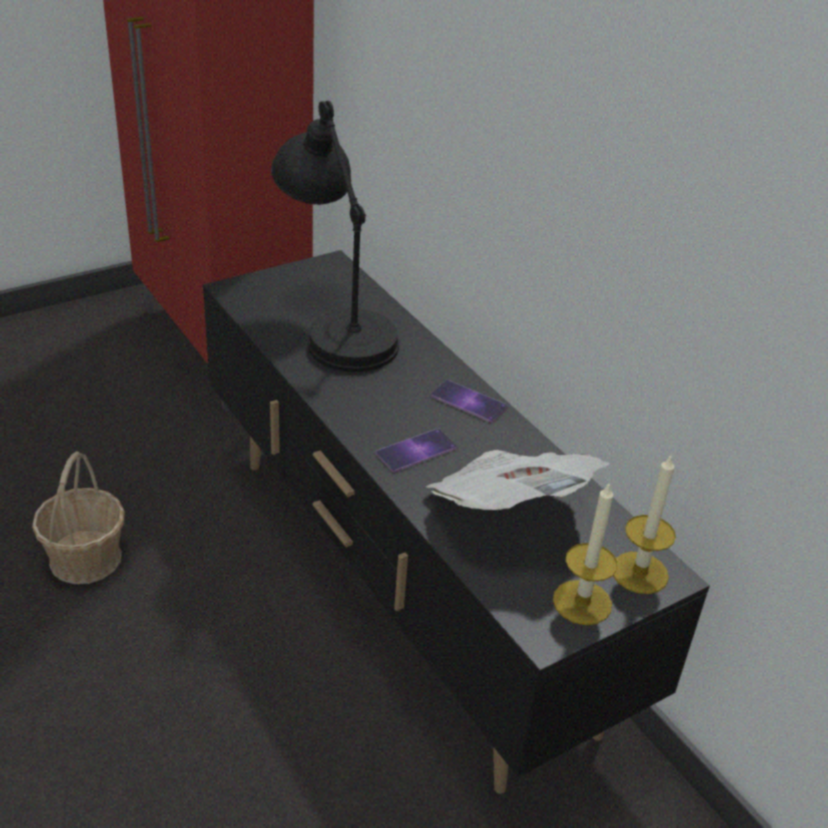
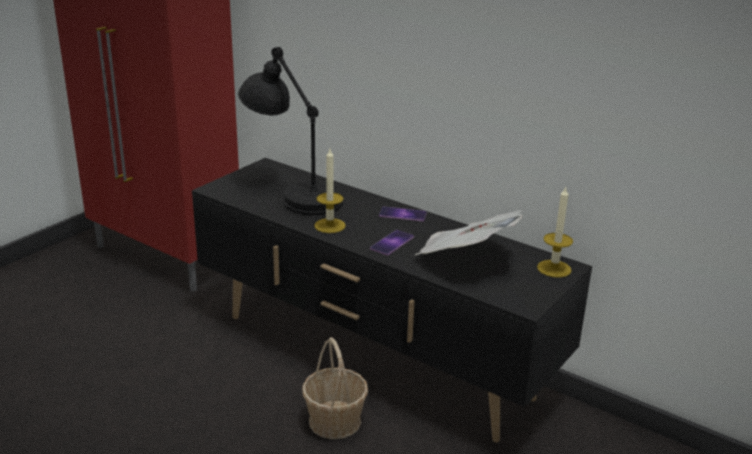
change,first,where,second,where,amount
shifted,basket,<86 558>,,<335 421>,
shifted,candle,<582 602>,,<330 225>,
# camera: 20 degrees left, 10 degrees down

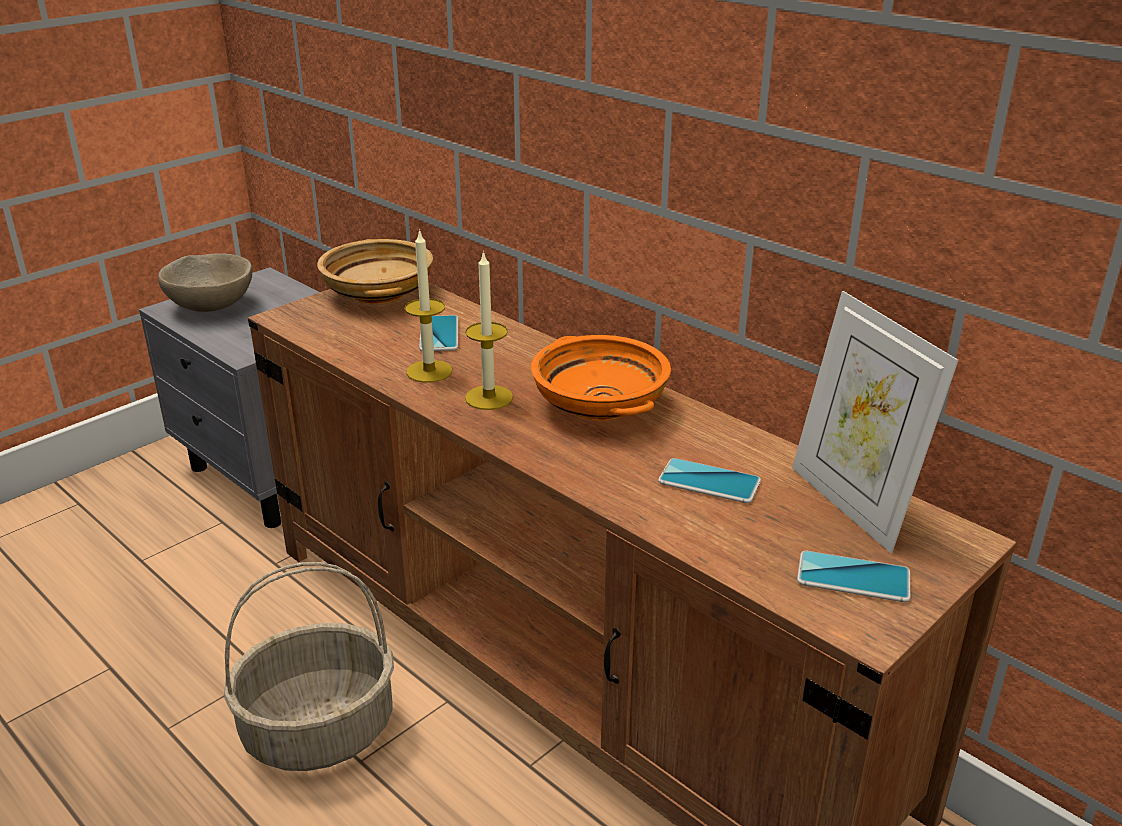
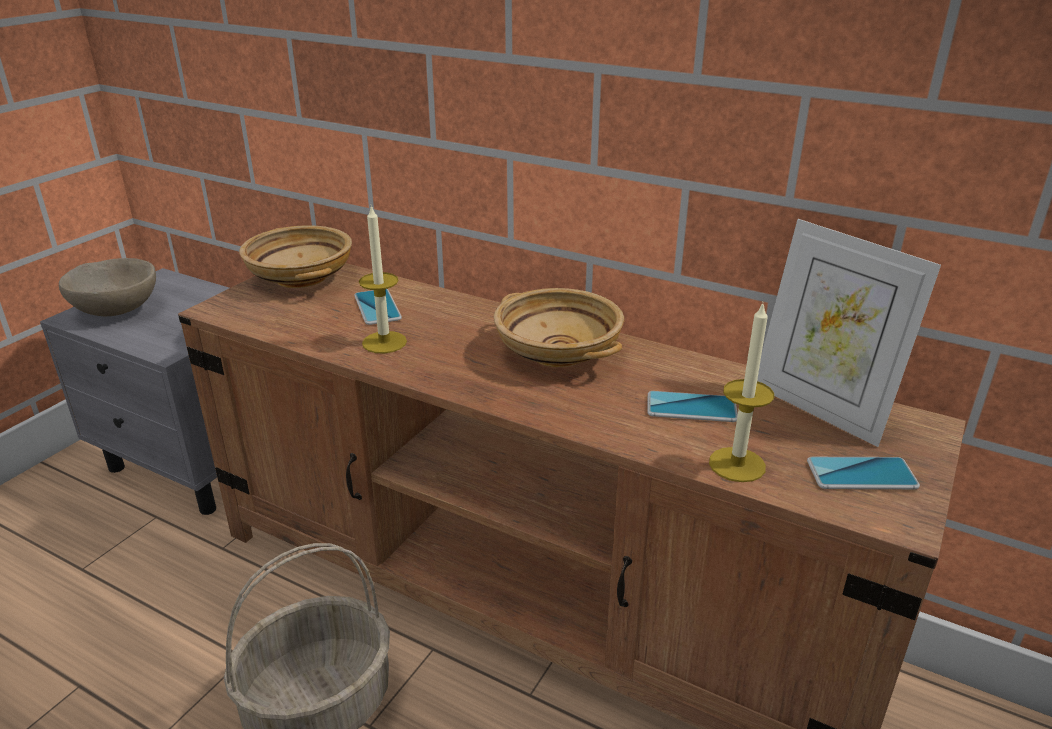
change,first,where,second,where,amount
shifted,candle,<489 397>,,<737 464>,
repainted,orange bowl,<598 404>,beige bowl,<556 352>,
# camera: 15 degrees left, 0 degrees up

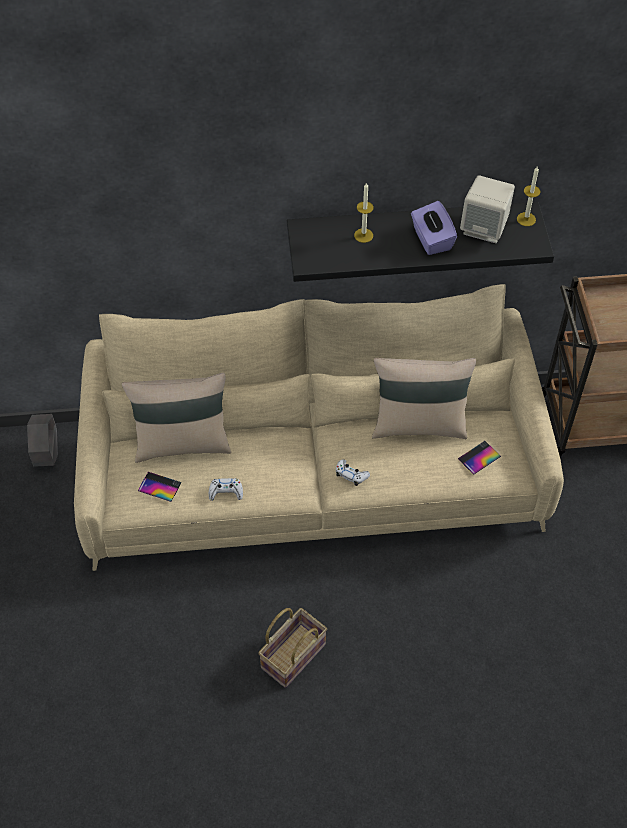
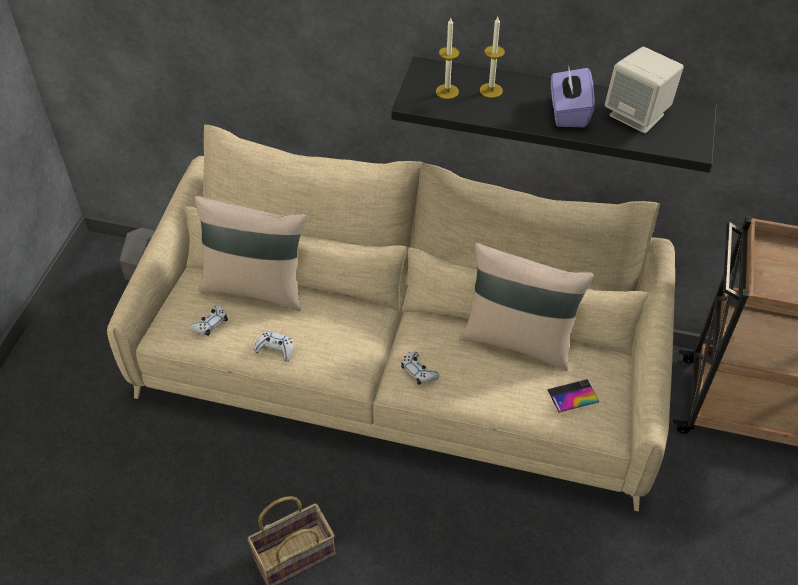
change,first,where,second,where,amount
shifted,candle,<526 219>,,<447 91>,
swapped,phone,<159 487>,white game controller,<210 323>,
# camera: 20 degrees right, 5 degrees down

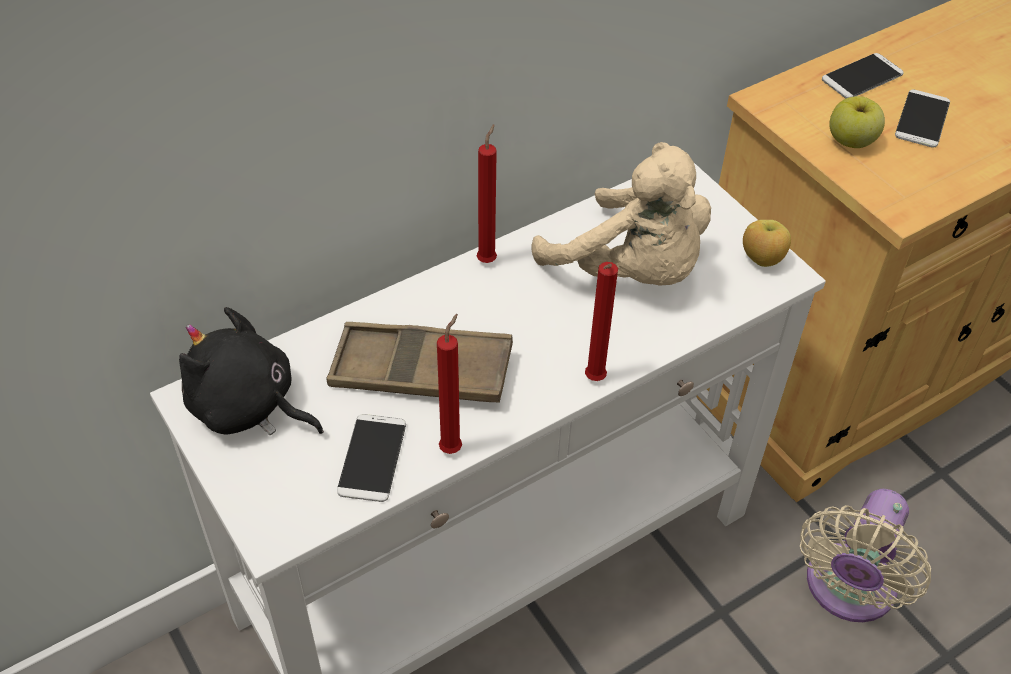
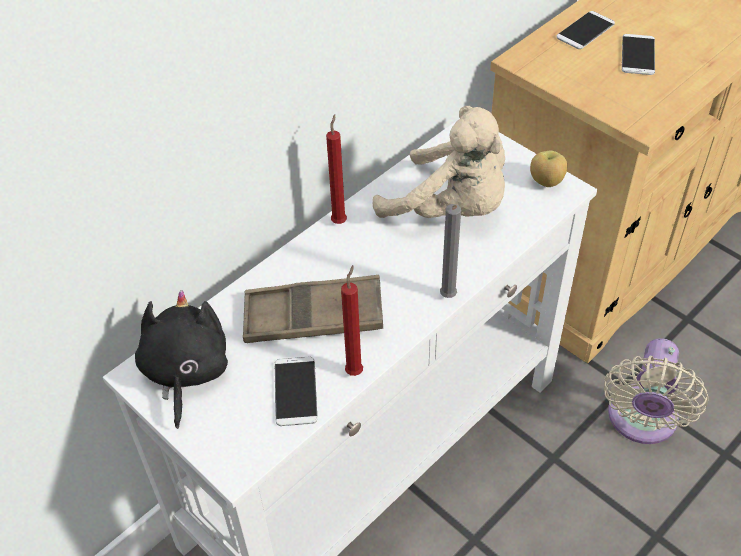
change,first,where,second,where,amount
gone,apple,<851 141>,,,
repainted,red candle,<593 381>,grey candle,<447 298>,
rotated,black plush toy,<248 407>,,<185 372>,75 degrees clockwise
# camera: 10 degrees left, 0 degrees up

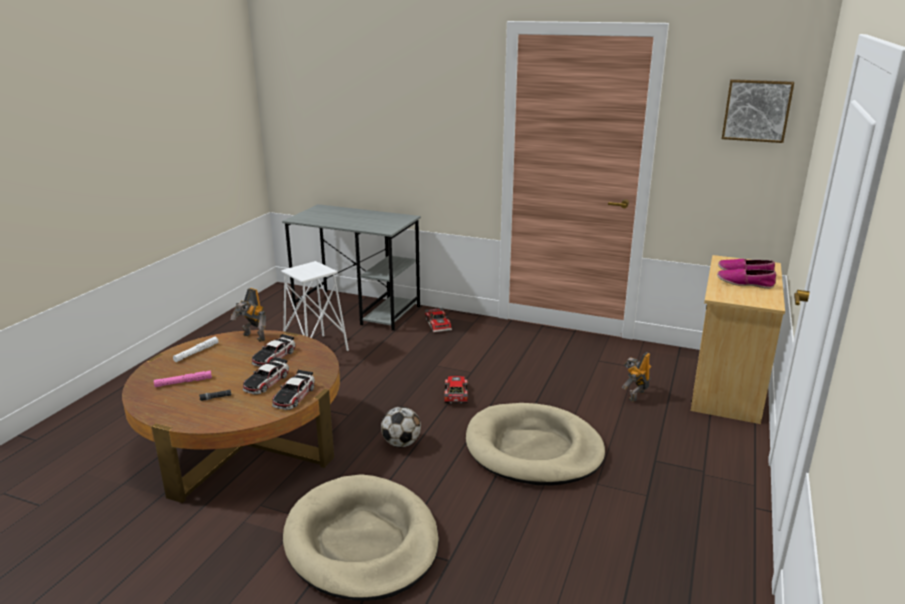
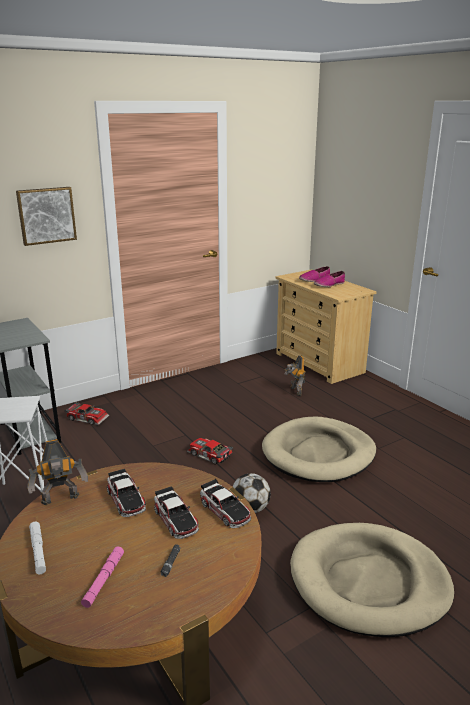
change,first,where,second,where,amount
shifted,picture,<756 110>,,<46 215>,
# camera: 55 degrees left, 0 degrees up

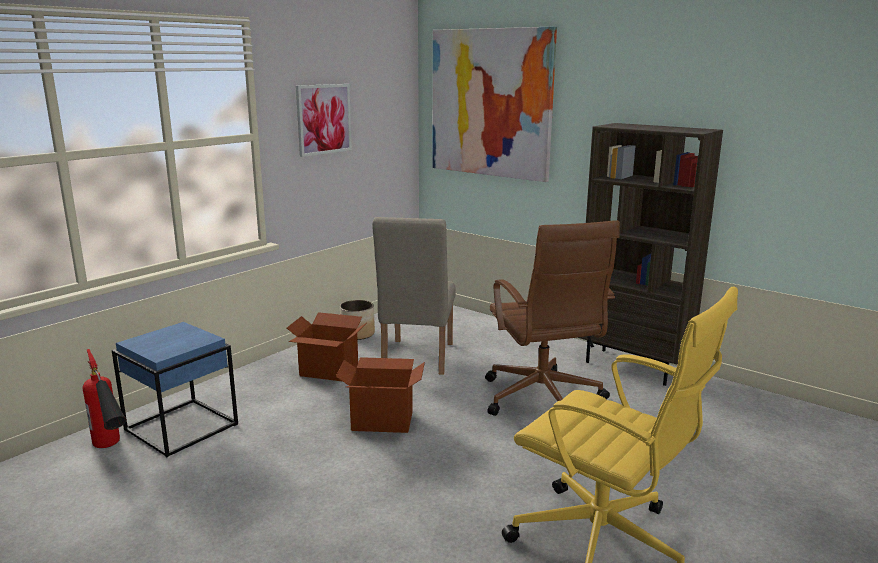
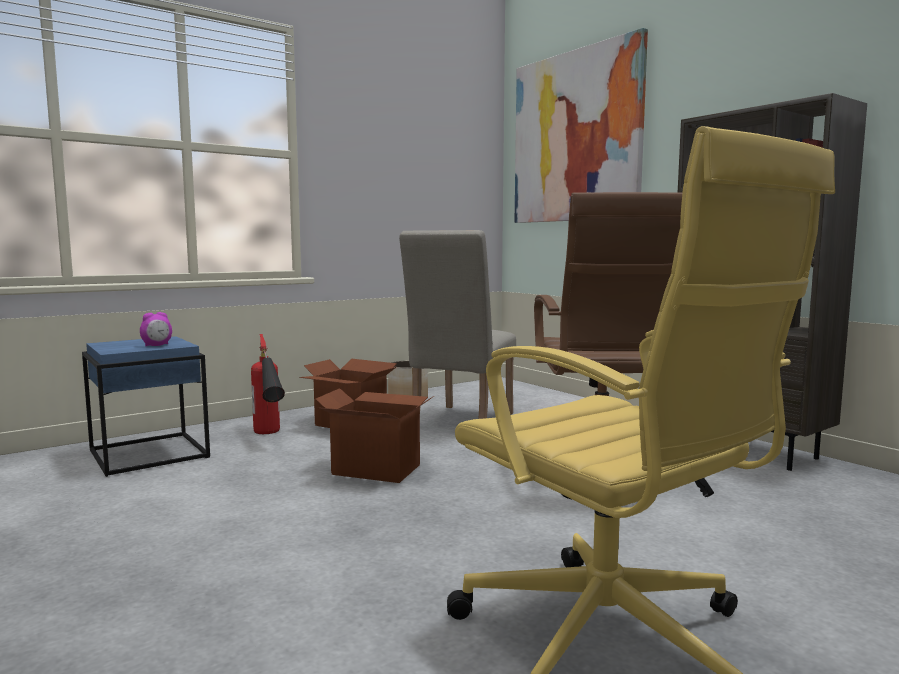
change,first,where,second,where,amount
gone,picture,<323 119>,,,
new,,,alarm clock,<157 345>,
shifted,fire extinguisher,<112 452>,,<270 437>,
# camera: 15 degrees right, 10 degrees down

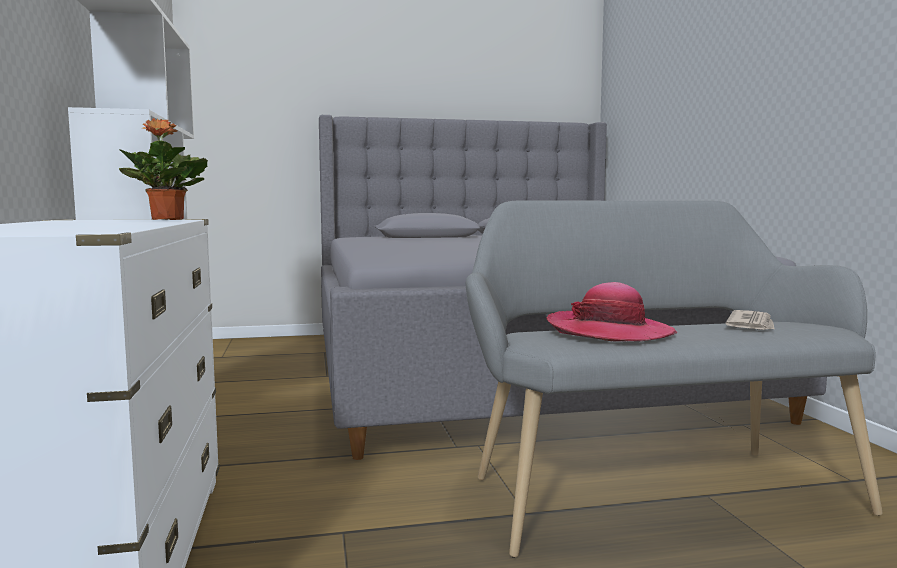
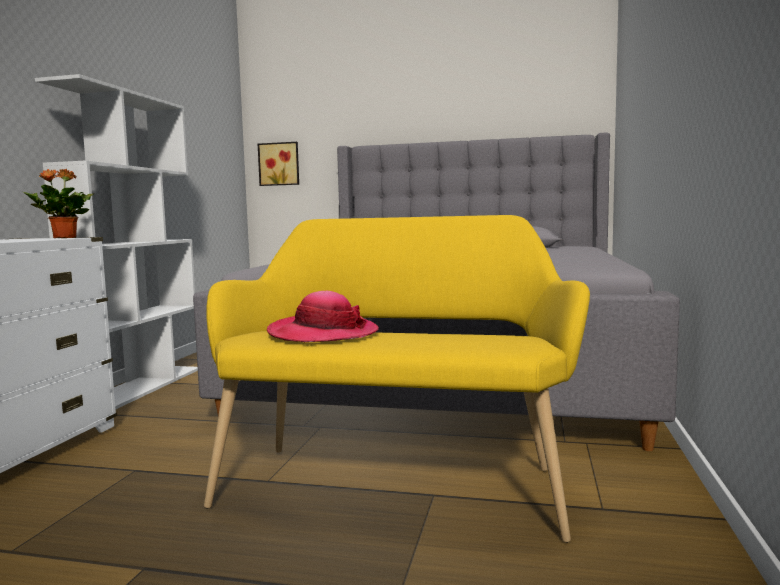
change,first,where,second,where,amount
gone,newspaper,<752 324>,,,
new,,,picture,<279 164>,
repainted,grey bench,<652 489>,yellow bench,<395 482>,
# camera: 25 degrees right, 0 degrees up

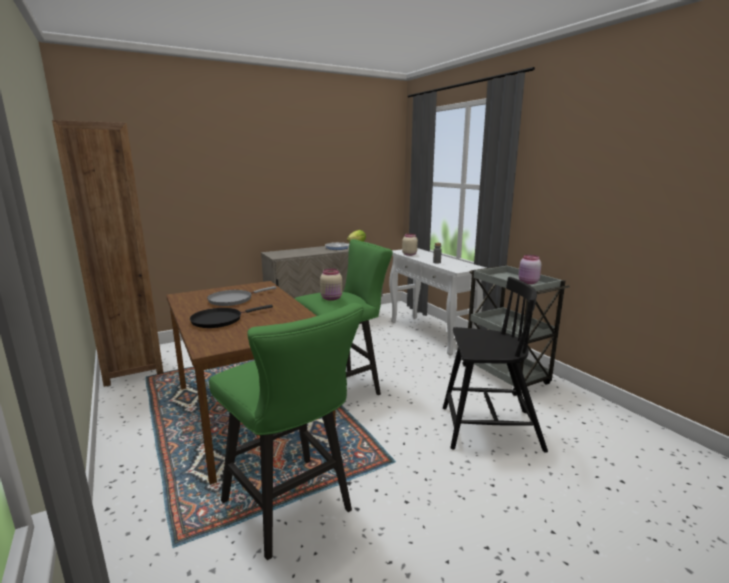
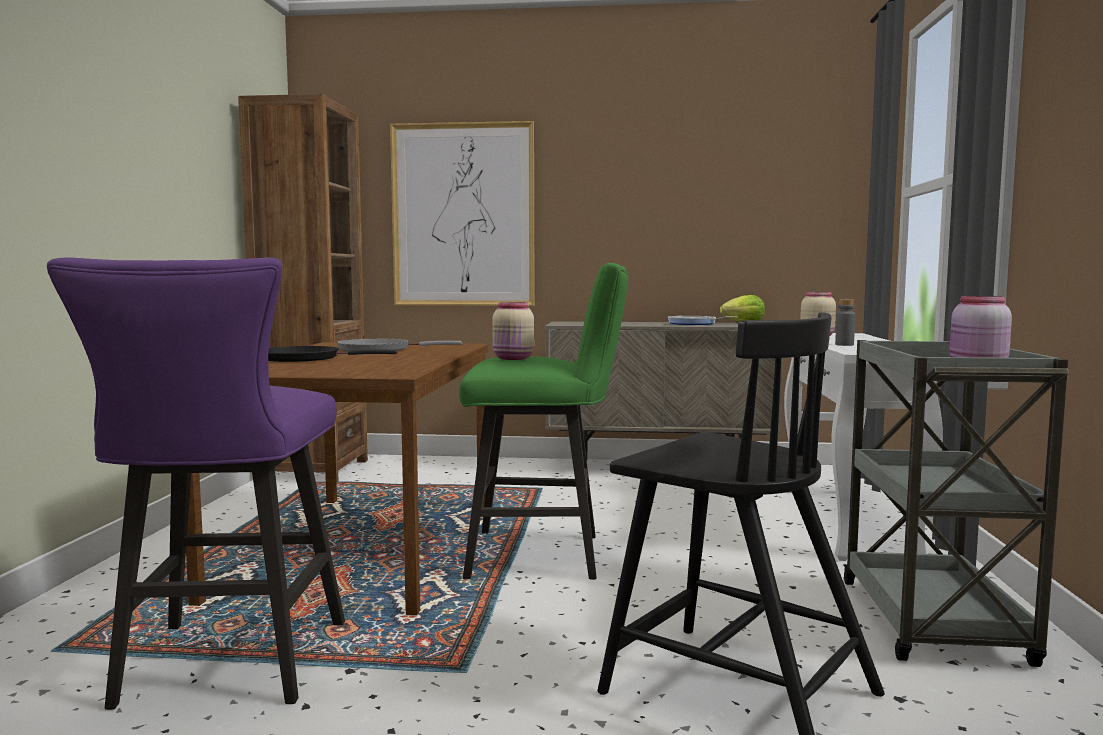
change,first,where,second,where,amount
new,,,picture,<463 215>,
repainted,green stool,<292 510>,purple stool,<226 670>,
# camera: 35 degrees right, 10 degrees down

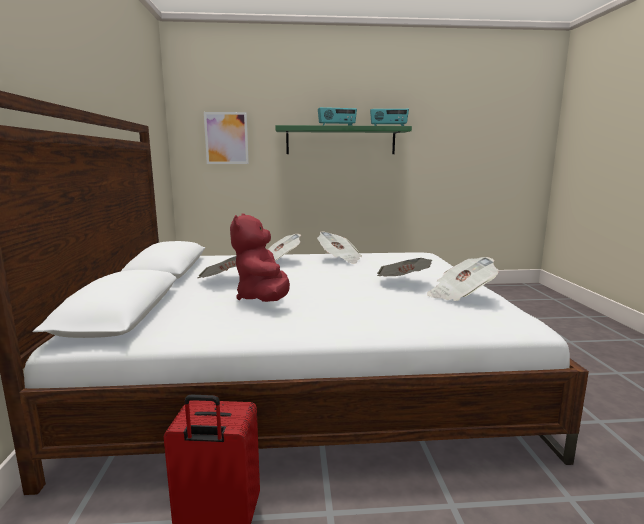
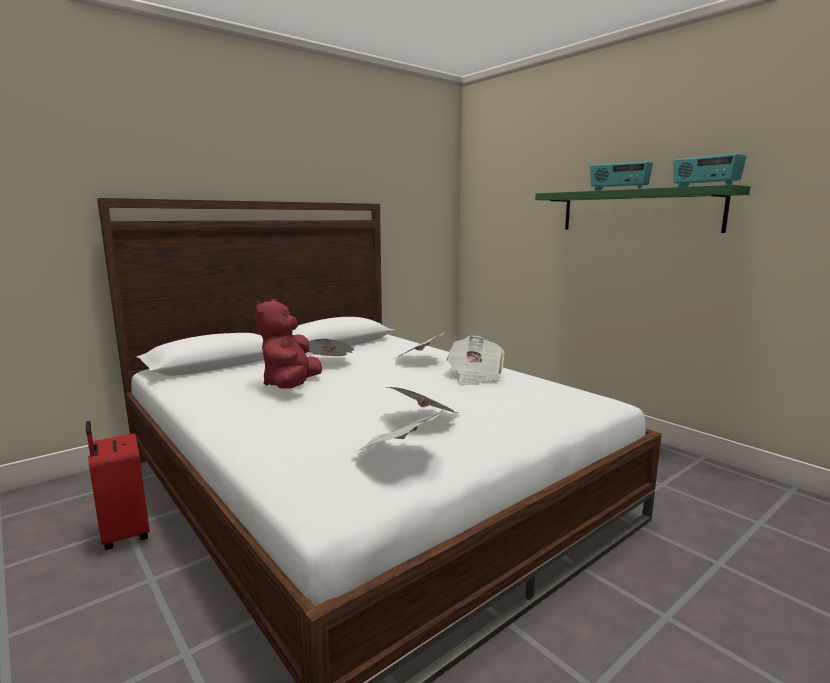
change,first,where,second,where,amount
gone,picture,<226 138>,,,
rotated,red plush toy,<264 299>,,<291 385>,45 degrees counterclockwise
# camera: 55 degrees right, 0 degrees up

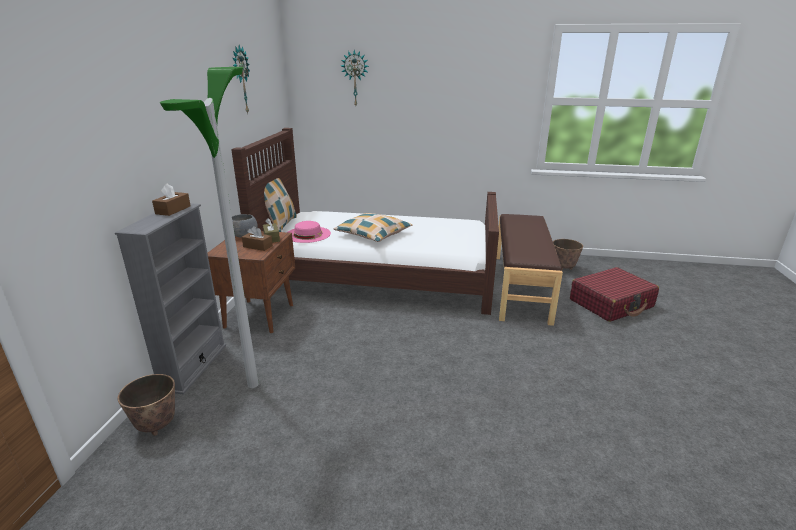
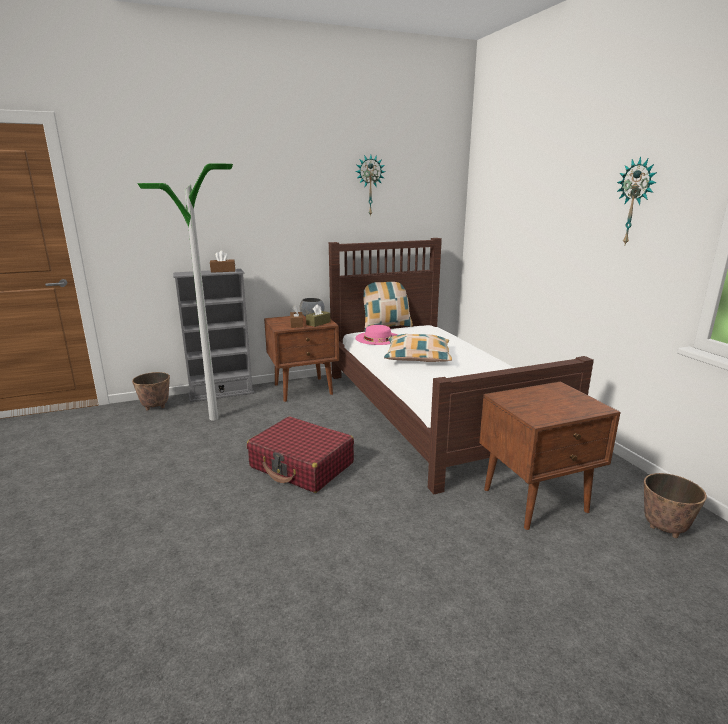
change,first,where,second,where,amount
shifted,wall clock,<355 78>,,<635 202>,
shifted,red suitcase,<611 303>,,<302 465>,
swapped,brown bench,<519 287>,brown nightstand,<536 500>,
# camera: 60 degrees right, 5 degrees down

